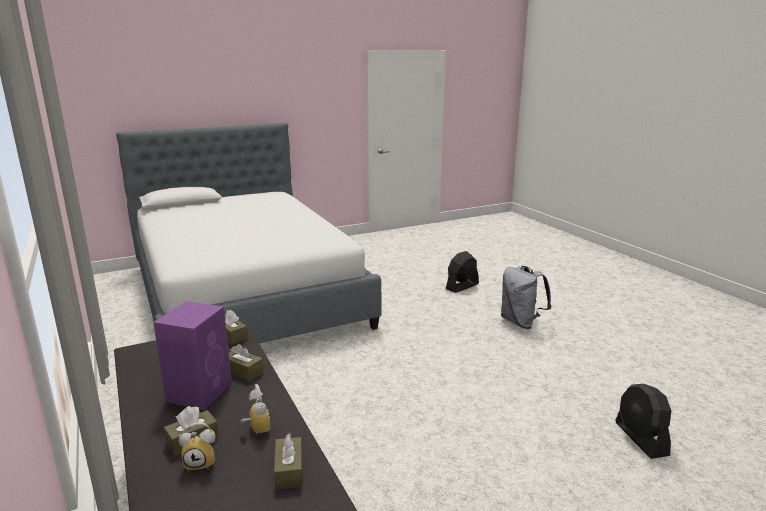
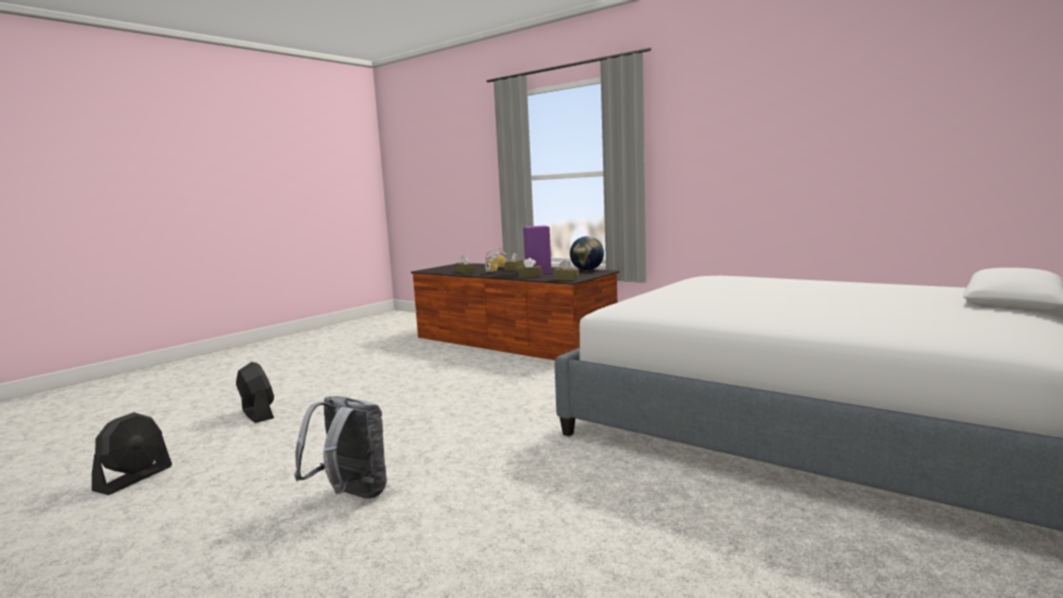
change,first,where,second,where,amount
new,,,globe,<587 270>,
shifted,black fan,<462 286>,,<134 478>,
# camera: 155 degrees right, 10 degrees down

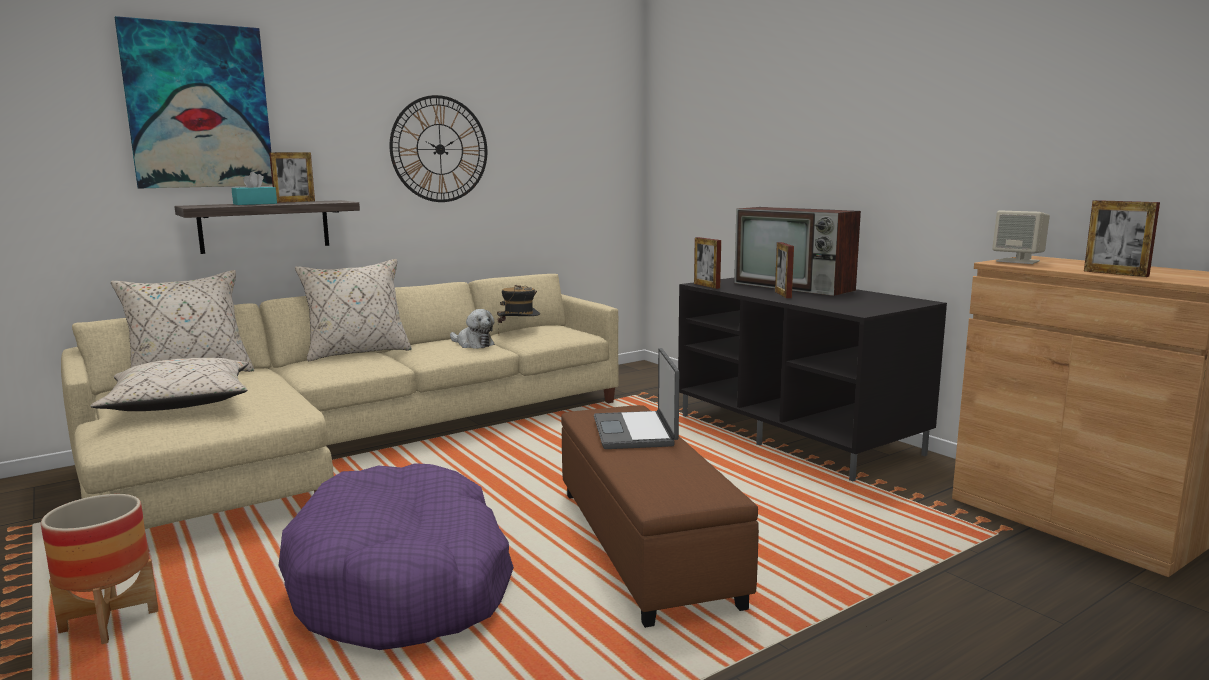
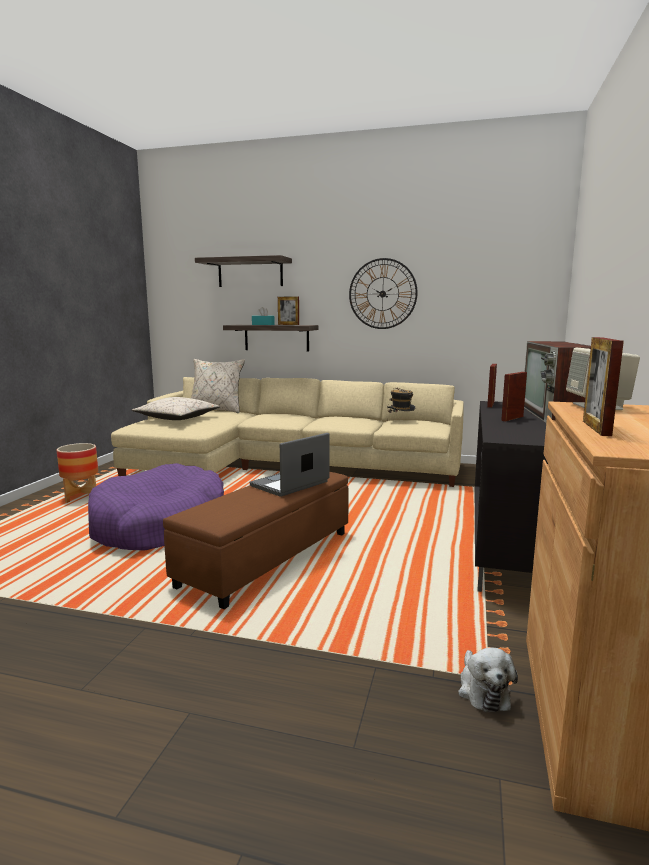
change,first,where,second,where,amount
gone,beige pillow,<357 352>,,,
shifted,plush toy,<473 344>,,<482 690>,
swapped,picture,<198 106>,shelf,<250 273>,
# camera: 50 degrees right, 0 degrees up

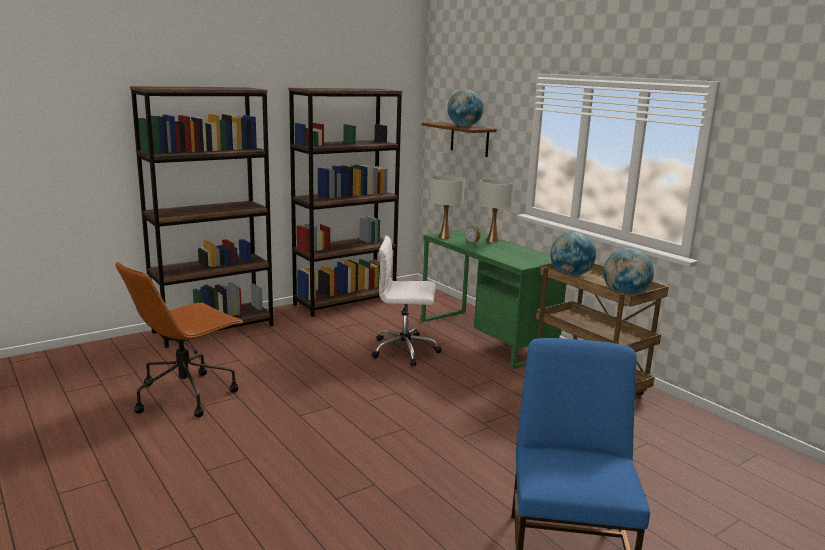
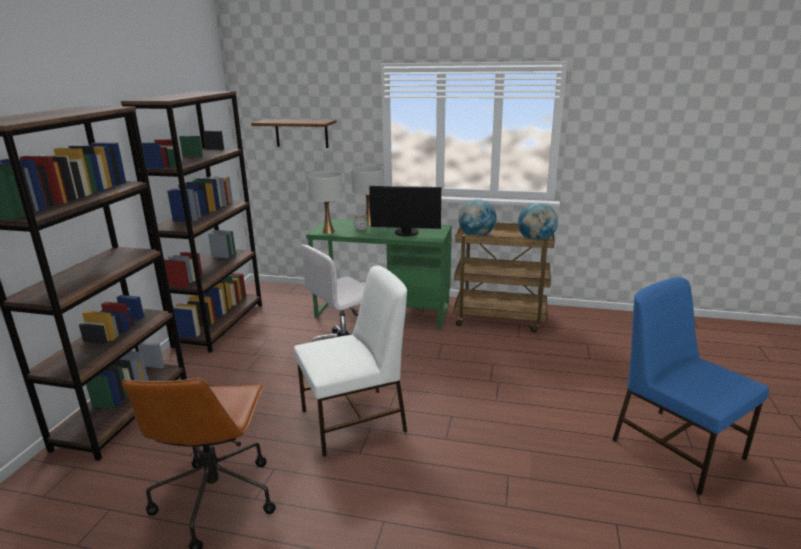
change,first,where,second,where,amount
gone,globe,<464 126>,,,
new,,,white chair,<355 420>,
new,,,monitor,<406 233>,
# camera: 40 degrees left, 5 degrees up

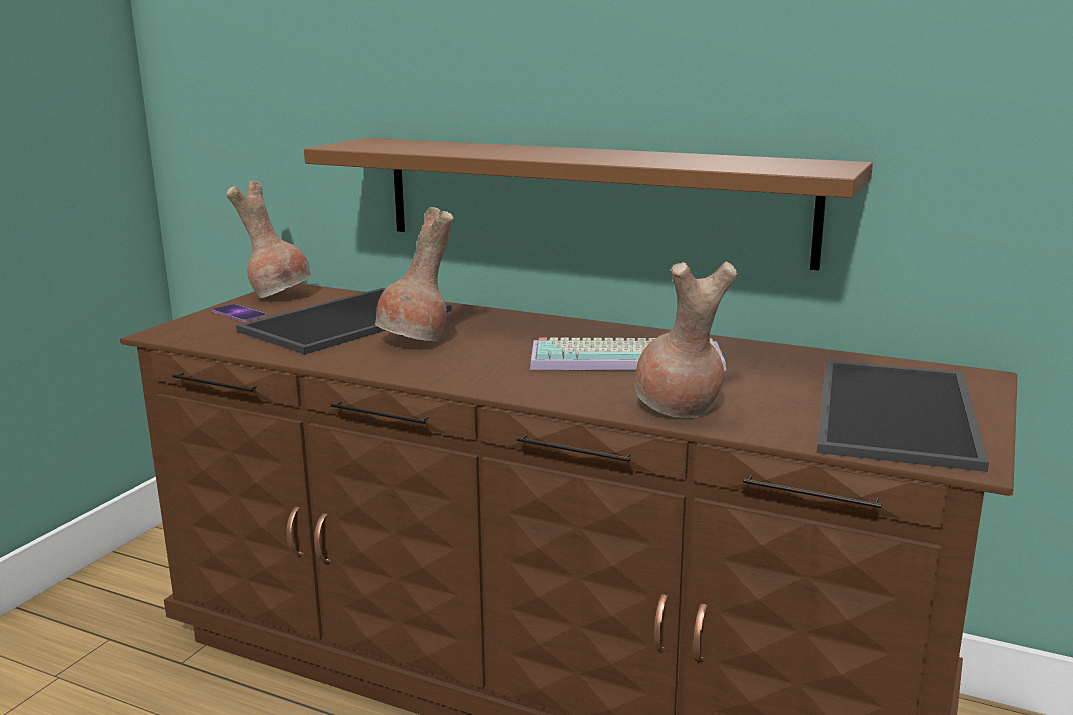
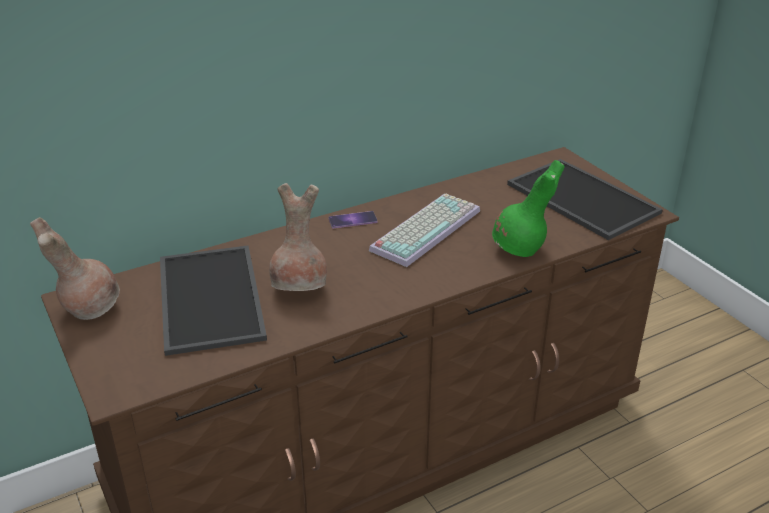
change,first,where,second,where,amount
gone,brown shelf,<589 199>,,,
shifted,phone,<238 313>,,<352 220>,
repainted,brown vase,<678 409>,green vase,<520 249>,
# camera: 55 degrees left, 15 degrees up

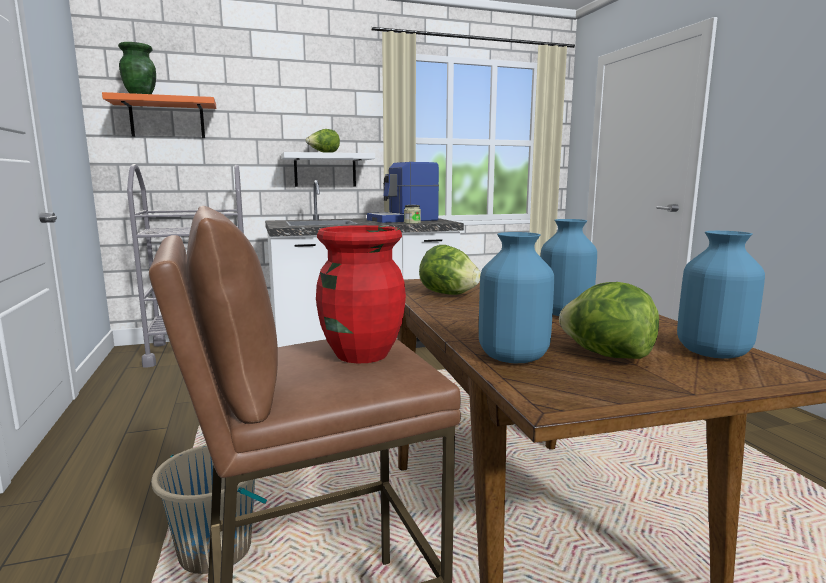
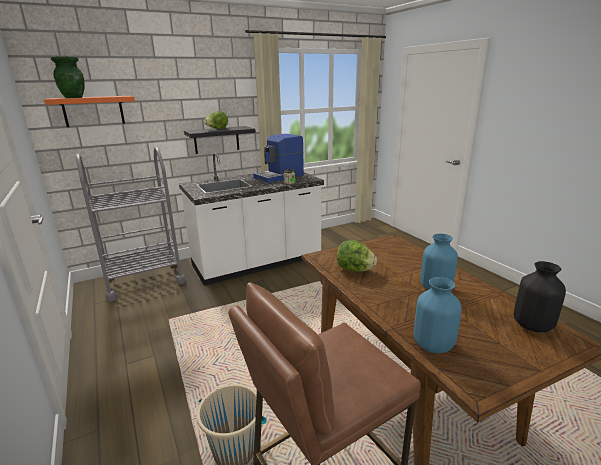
change,first,where,second,where,amount
gone,red vase,<362 354>,,,
gone,lettuce,<606 355>,,,
repainted,white shelf,<325 170>,black shelf,<216 140>,
repainted,blue vase,<714 352>,black vase,<532 325>,
# camera: 10 degrees left, 10 degrees up

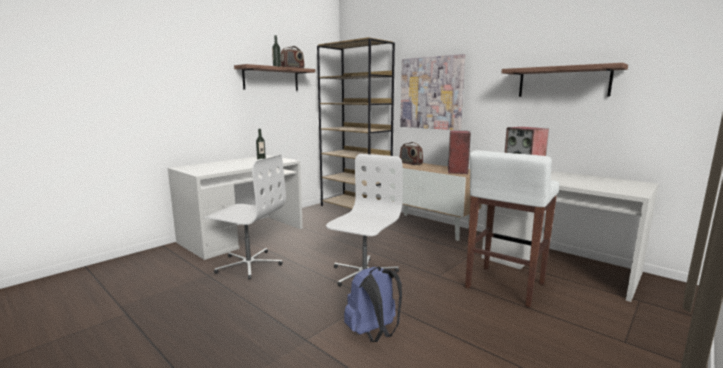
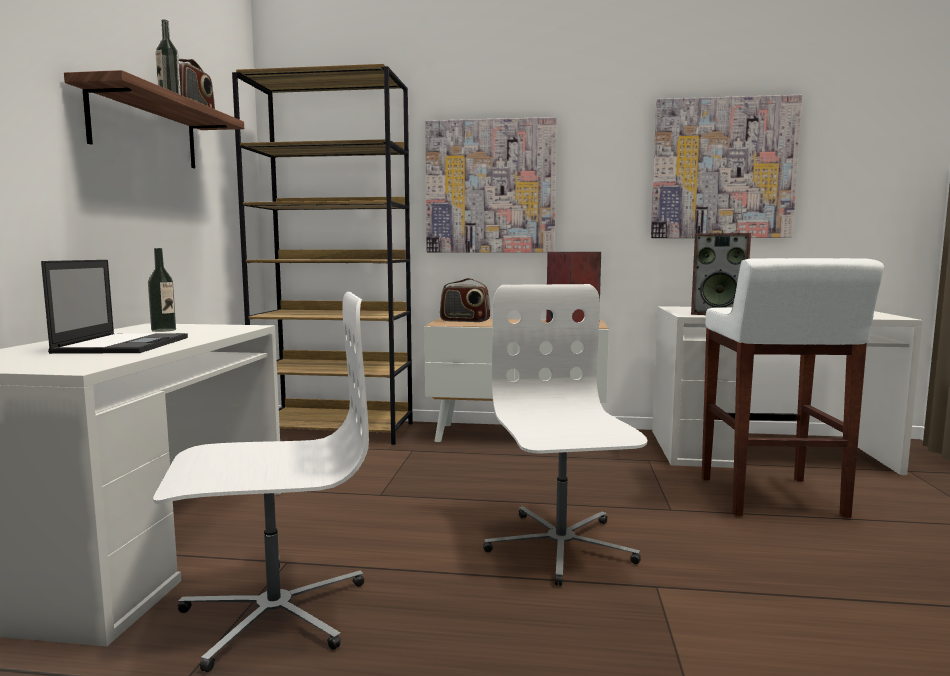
change,first,where,second,where,amount
gone,blue backpack,<374 333>,,,
new,,,laptop,<124 344>,
swapped,shelf,<563 82>,picture,<722 169>,
# camera: 35 degrees left, 5 degrees down

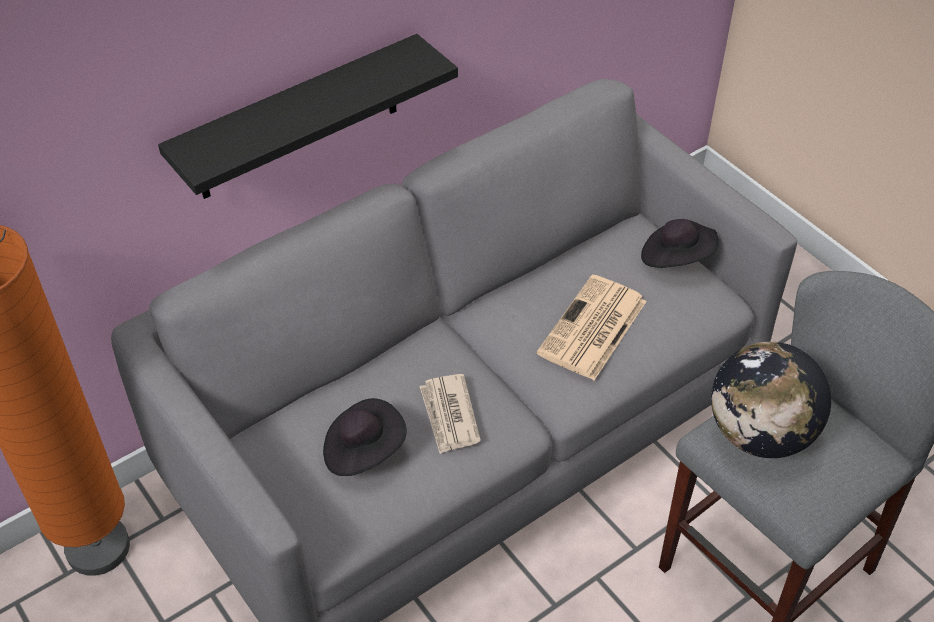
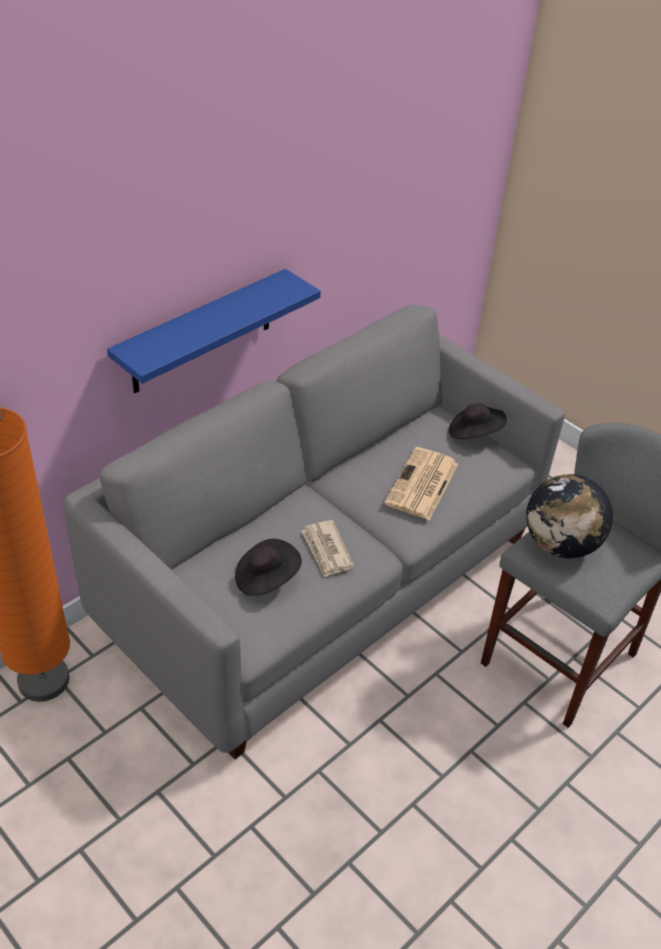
change,first,where,second,where,amount
repainted,black shelf,<298 119>,blue shelf,<202 332>,
# camera: 10 degrees left, 5 degrees down

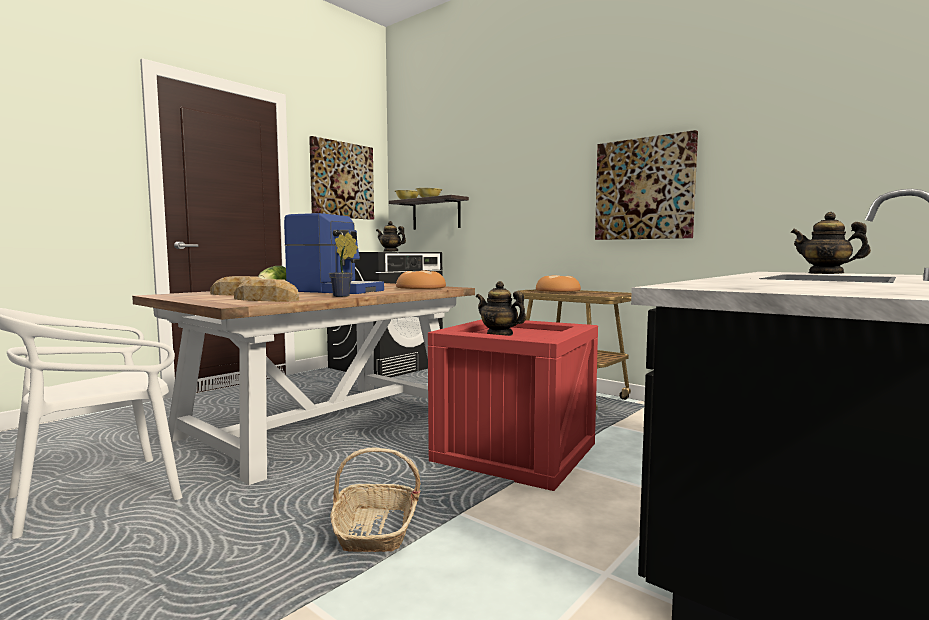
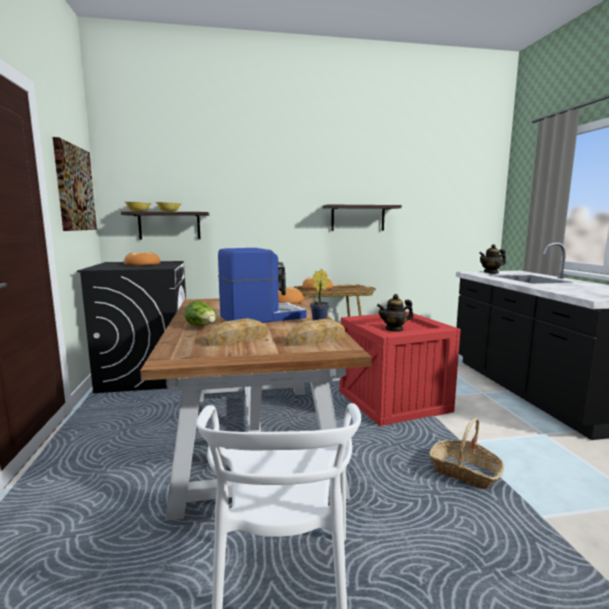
change,first,where,second,where,amount
swapped,teapot,<390 251>,bread,<142 264>,
swapped,picture,<644 189>,shelf,<358 218>,
# camera: 50 degrees left, 5 degrees up

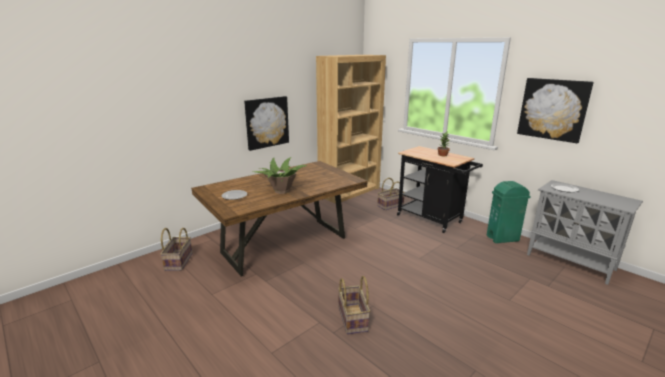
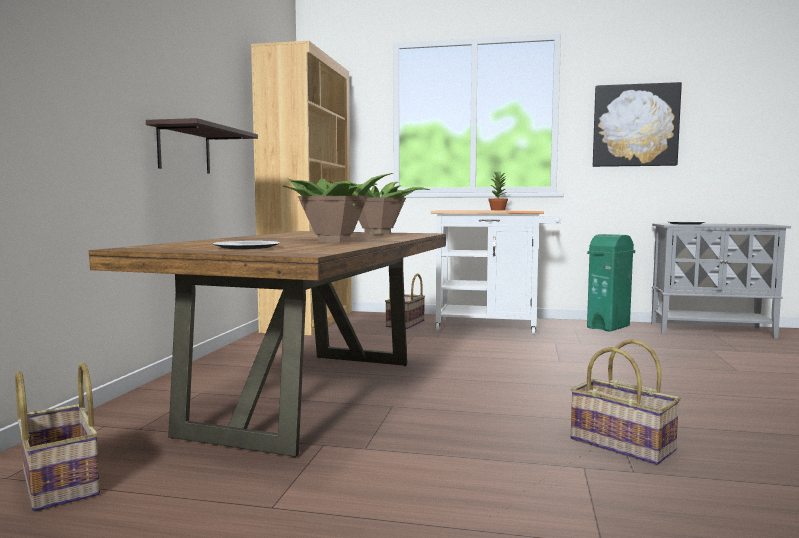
change,first,where,second,where,amount
new,,,potted plant,<379 234>,
swapped,picture,<267 122>,shelf,<184 149>,
repainted,black cart,<432 220>,white cart,<494 326>,
# camera: 35 degrees left, 15 degrees down

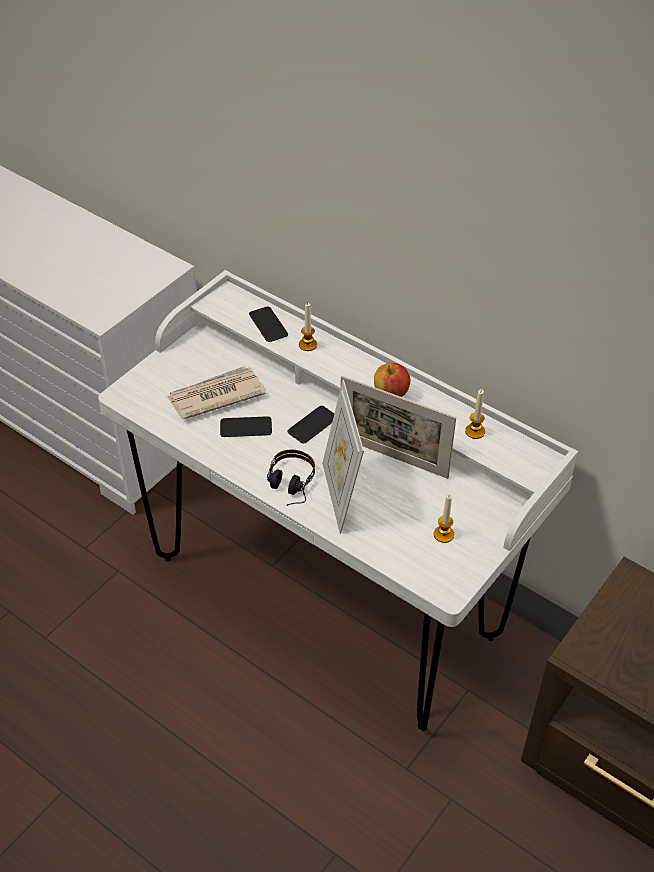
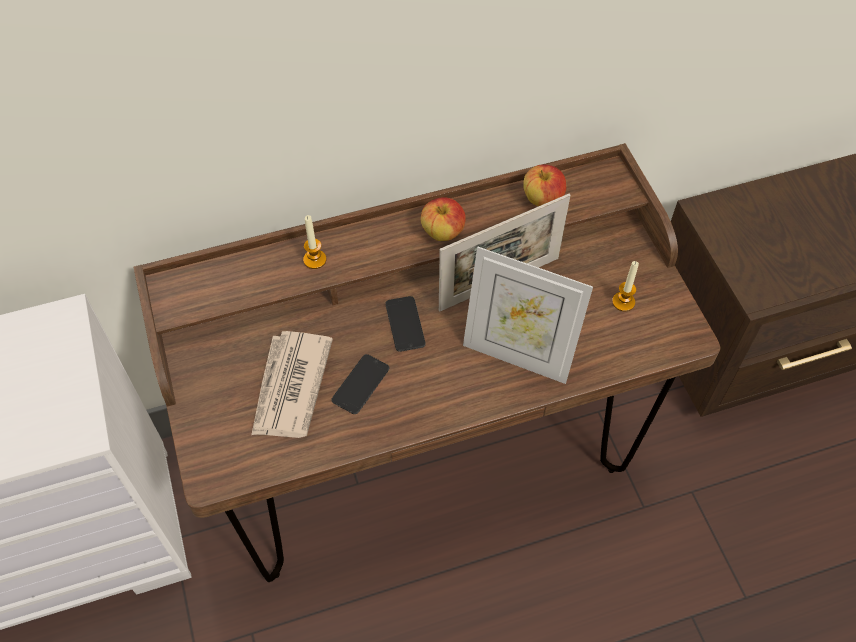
change,first,where,second,where,amount
gone,phone,<268 325>,,,
gone,headphones,<289 488>,,,
swapped,candle,<475 431>,apple,<542 199>,
repainted,white desk,<326 596>,brown desk,<427 459>,
# camera: 55 degrees left, 10 degrees up

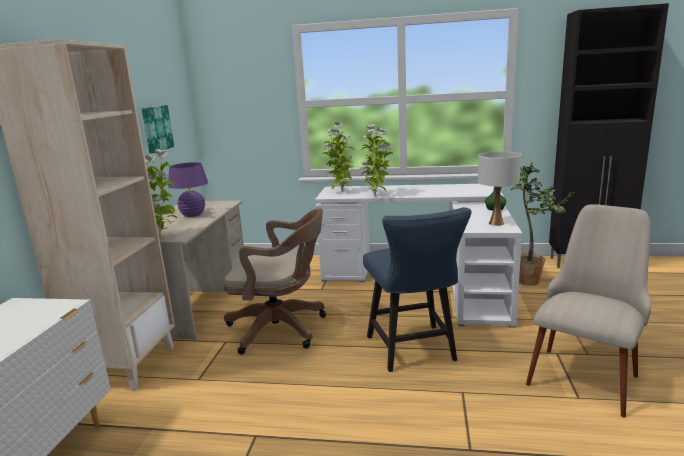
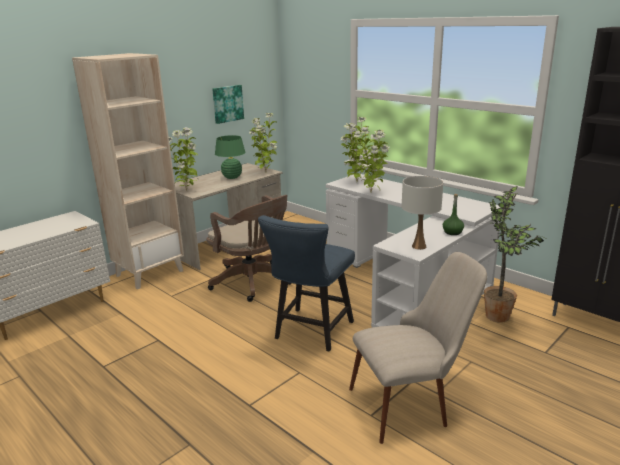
change,first,where,second,where,amount
new,,,potted plant,<265 172>,
repainted,purple table lamp,<193 215>,green table lamp,<232 177>,
# camera: 35 degrees right, 5 degrees up

